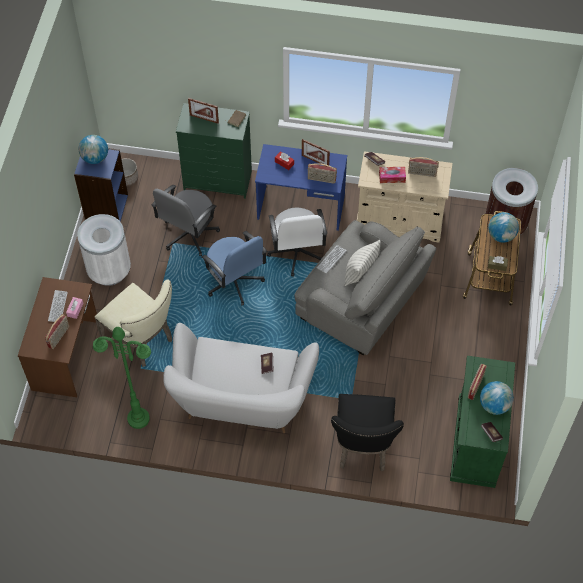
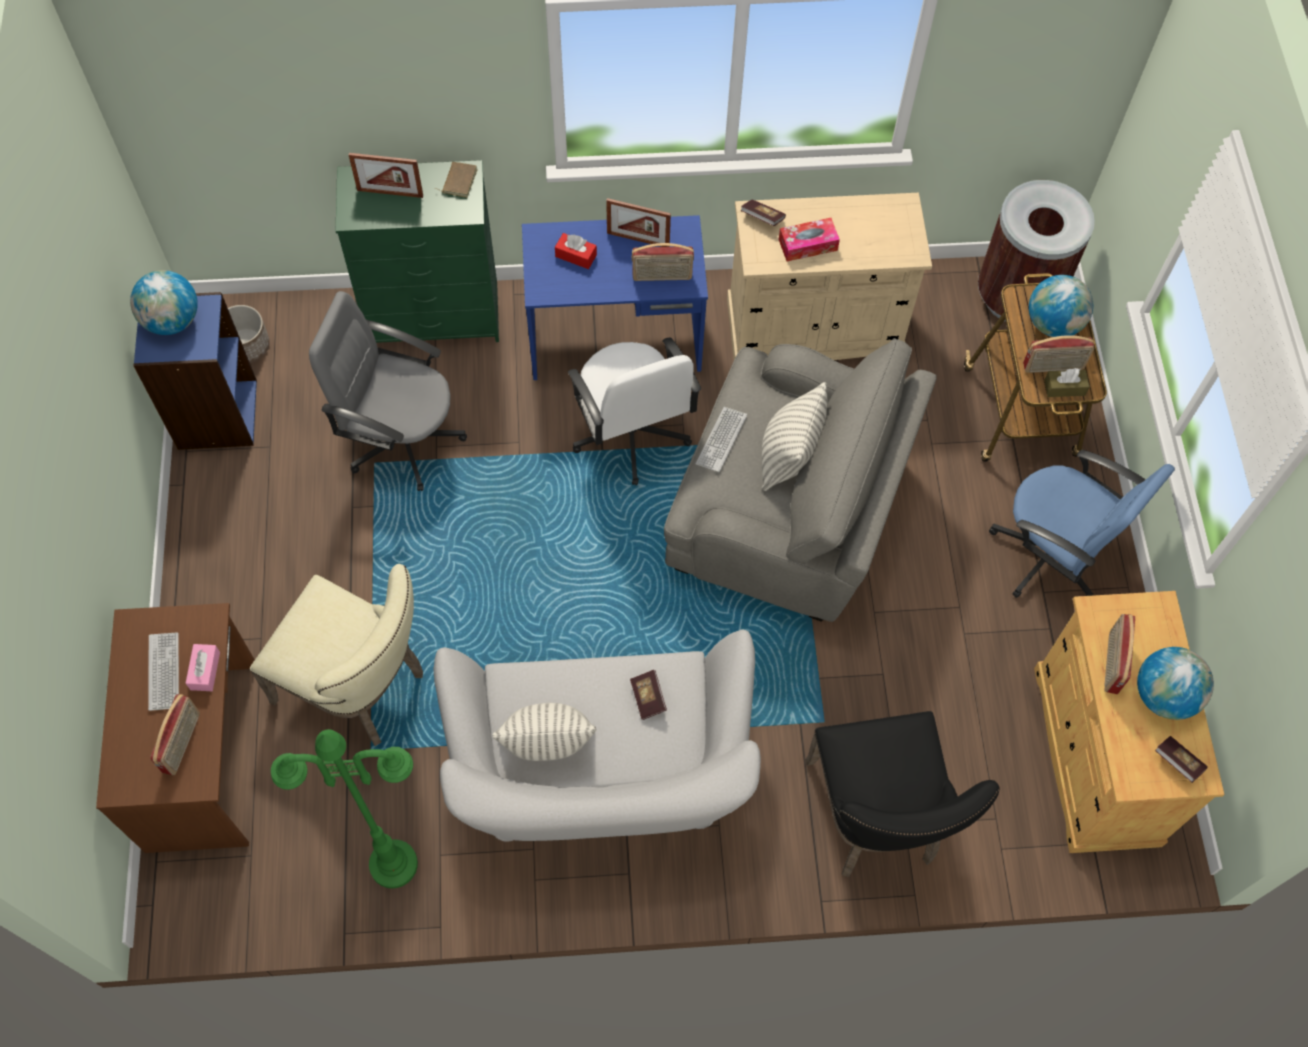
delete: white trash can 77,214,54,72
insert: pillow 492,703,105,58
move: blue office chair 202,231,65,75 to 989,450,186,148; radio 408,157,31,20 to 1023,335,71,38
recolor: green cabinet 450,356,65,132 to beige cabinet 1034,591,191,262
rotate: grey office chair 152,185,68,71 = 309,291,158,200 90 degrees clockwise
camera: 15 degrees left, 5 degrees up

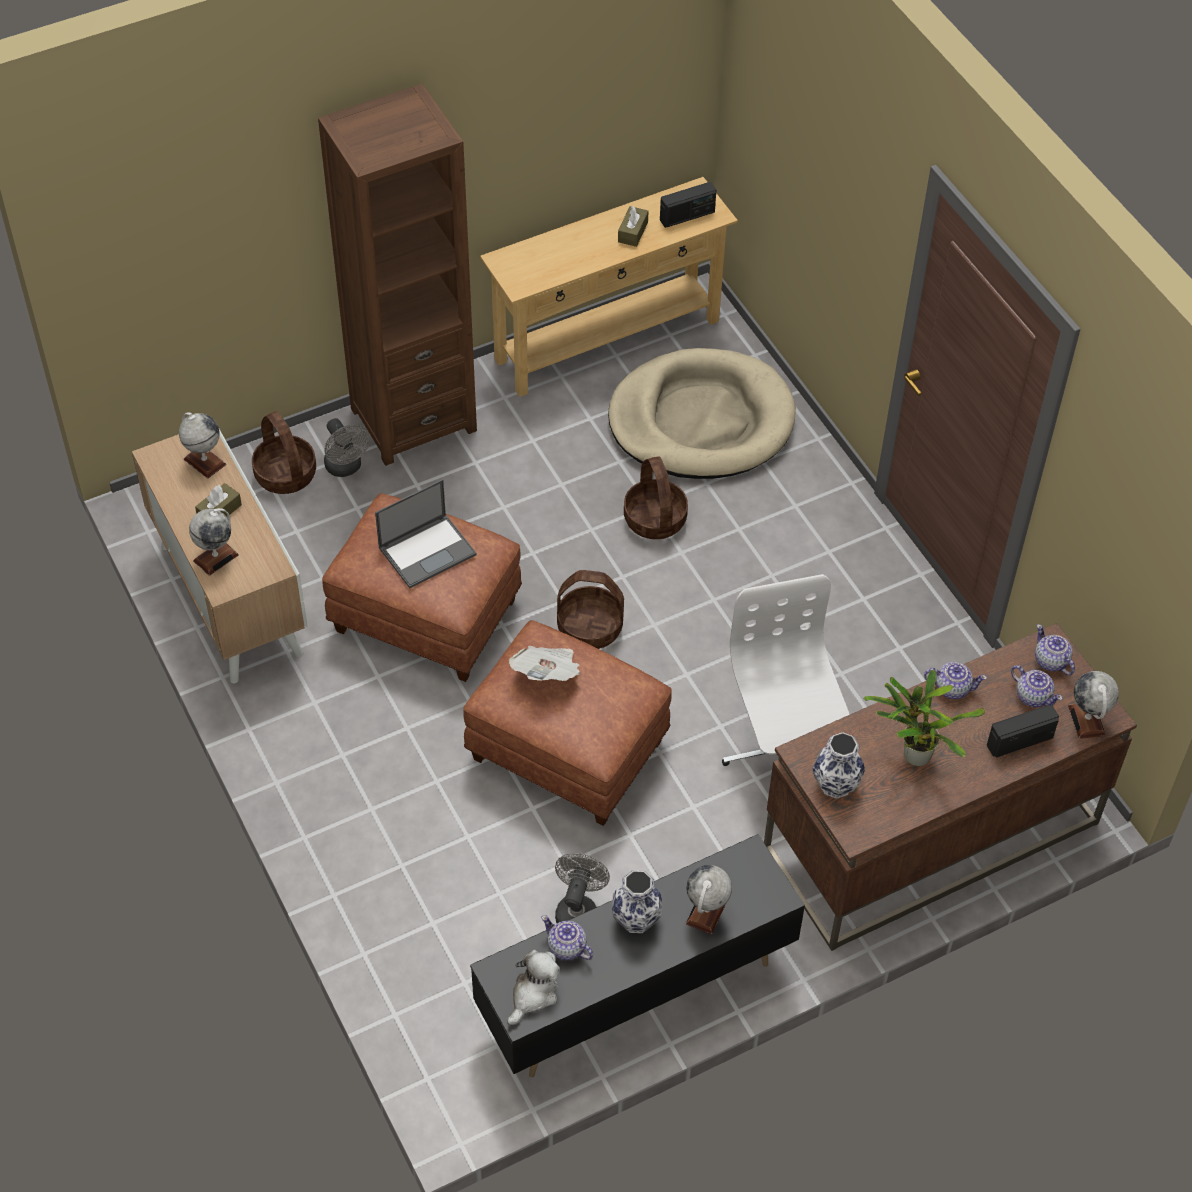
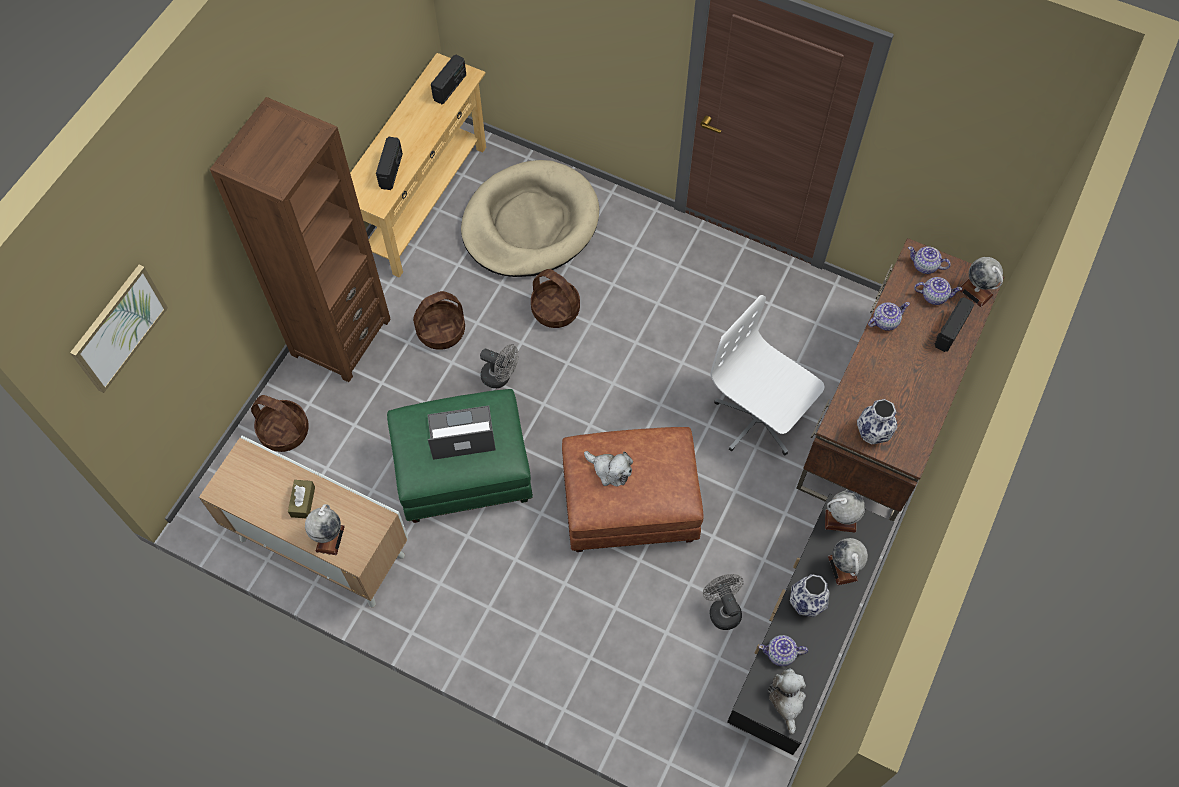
delete: brown tissue box 618,206,31,41; potted plant 863,669,122,97
insert: picture 70,265,98,128; radio 376,137,27,53
move: basket 557,570,67,79 to 413,291,52,59; grey fan 324,418,46,59 to 480,344,38,44; globe 179,412,47,66 to 825,490,40,43
replace: newspaper 509,646,71,35 to plush toy 584,451,49,36
recolor: brown ottoman 322,493,200,189 to green ottoman 387,389,146,134
rotate: laptop 375,479,102,109 = 427,405,69,55 120 degrees counterclockwise
camera: 35 degrees left, 10 degrees up

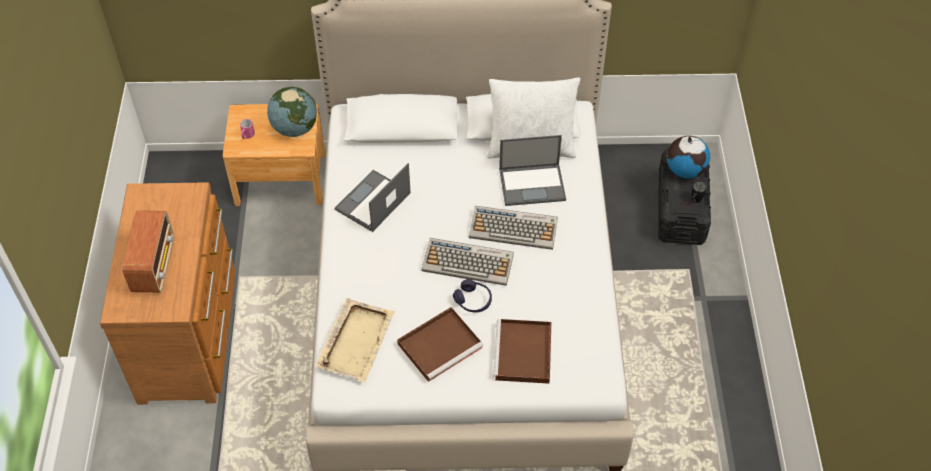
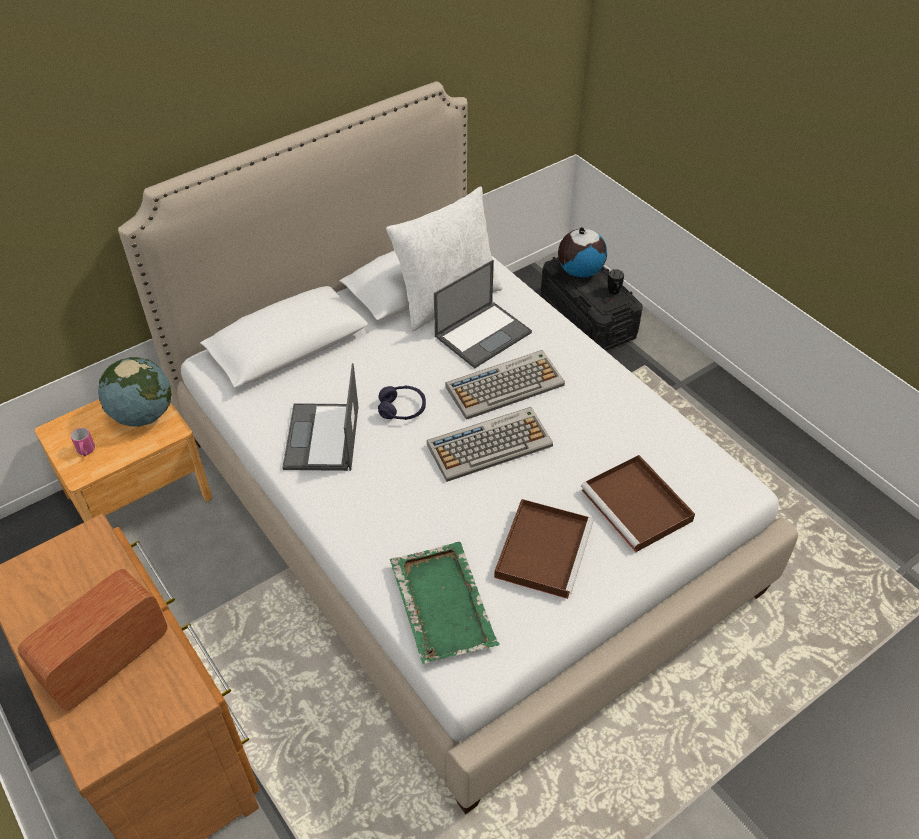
move: purple headphones 453,279,39,33 to 378,385,48,35
recolor: beige tray 315,298,79,85 to green tray 390,542,110,122
rotate: radio 122,210,52,83 = 17,569,150,142 105 degrees counterclockwise
camera: 35 degrees left, 5 degrees down

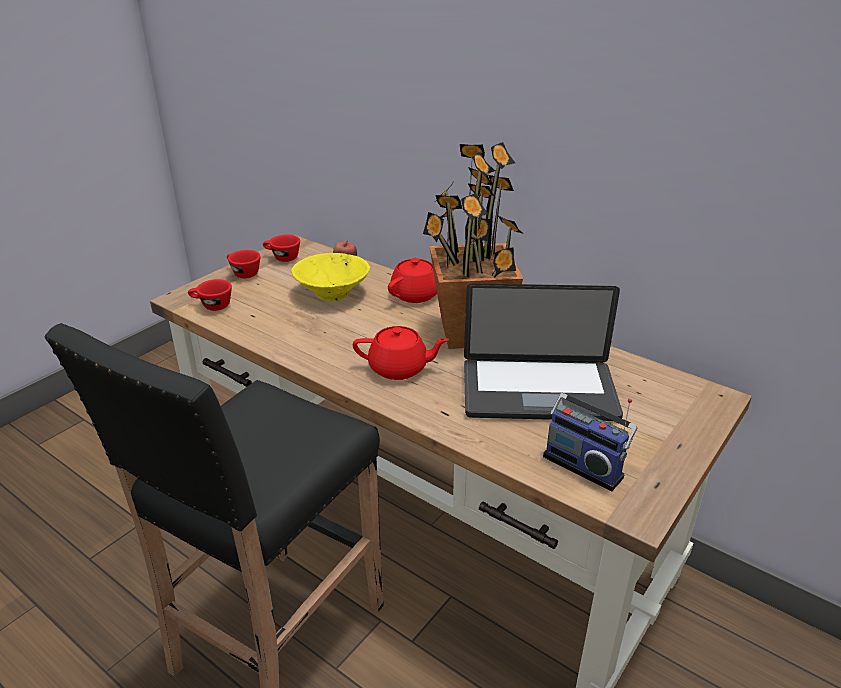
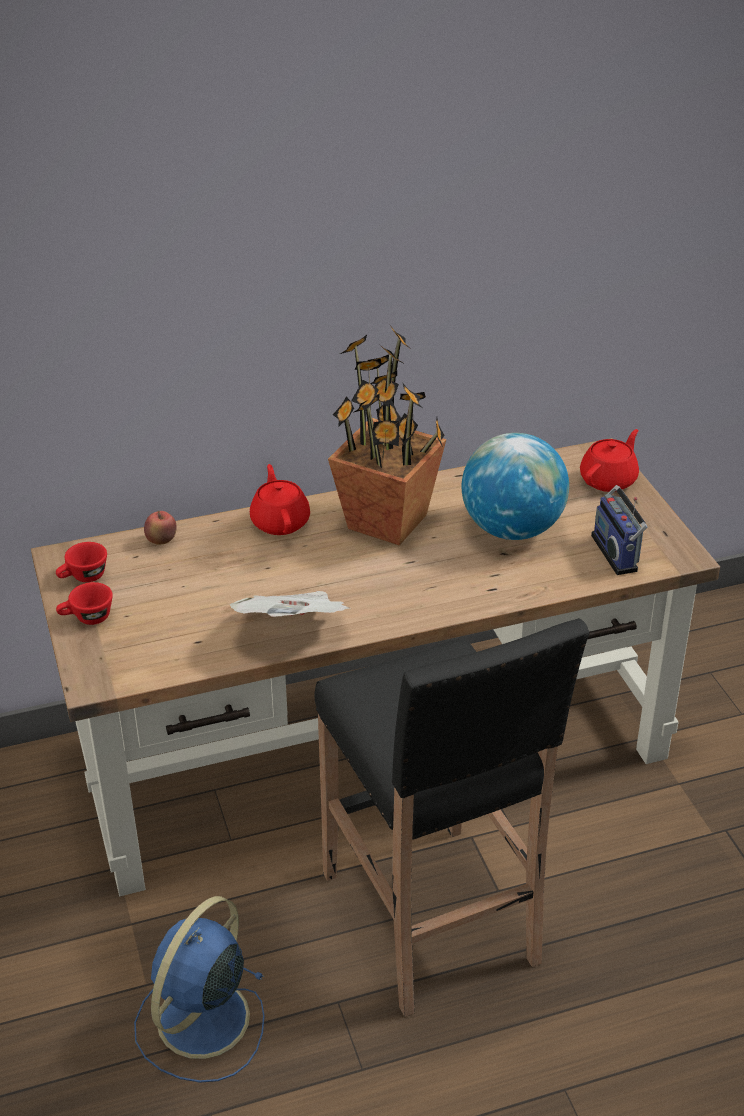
delete: red cup 188,279,44,32; yellow bowl 291,253,79,48
insert: blue fan 134,896,131,187; newspaper 230,591,120,26
move: red teapot 353,326,96,54 to 580,429,59,63
replace: laptop 464,283,159,138 to globe 462,433,107,107
rotate: radio 543,393,94,99 = 591,485,56,90 90 degrees clockwise
camera: 55 degrees left, 5 degrees up

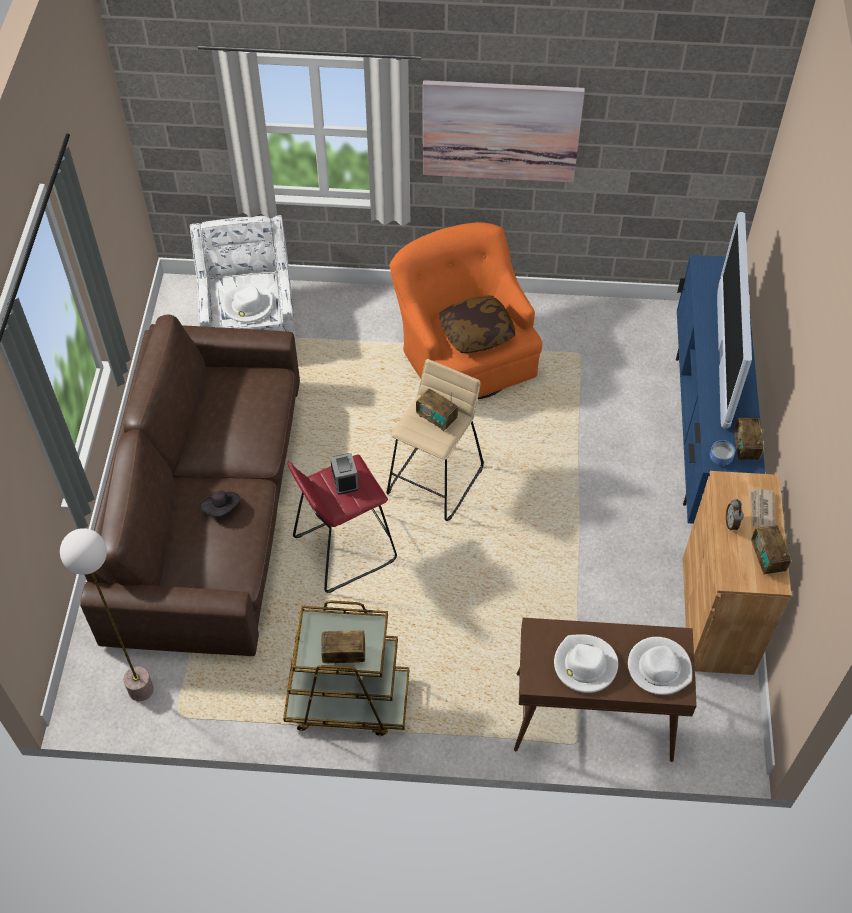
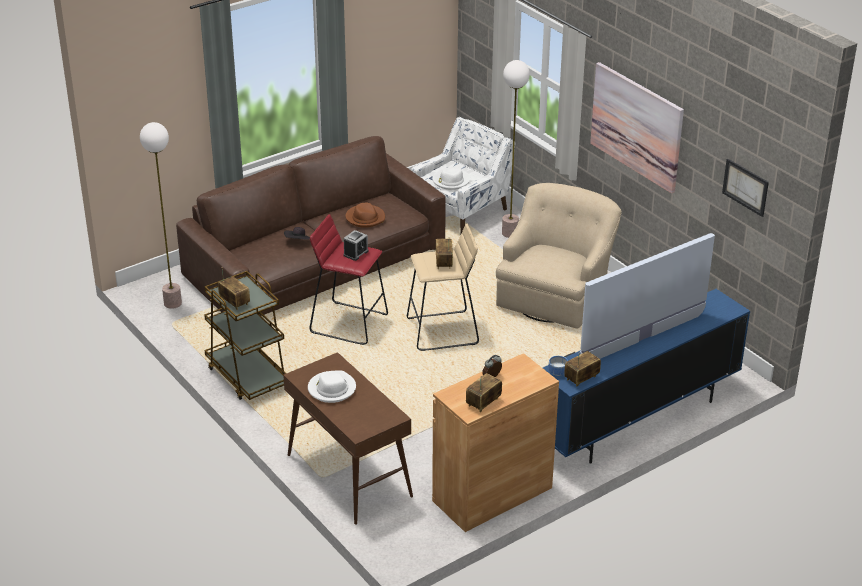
delete: pillow 439,296,76,57; white hat 628,637,64,58; newspaper 750,489,25,38
insert: brown hat 345,203,40,25; floor lamp 502,60,28,178; picture 722,159,47,58
recolor: orange armchair 390,222,152,177 to beige armchair 496,183,126,146
camera: 50 degrees right, 20 degrees down

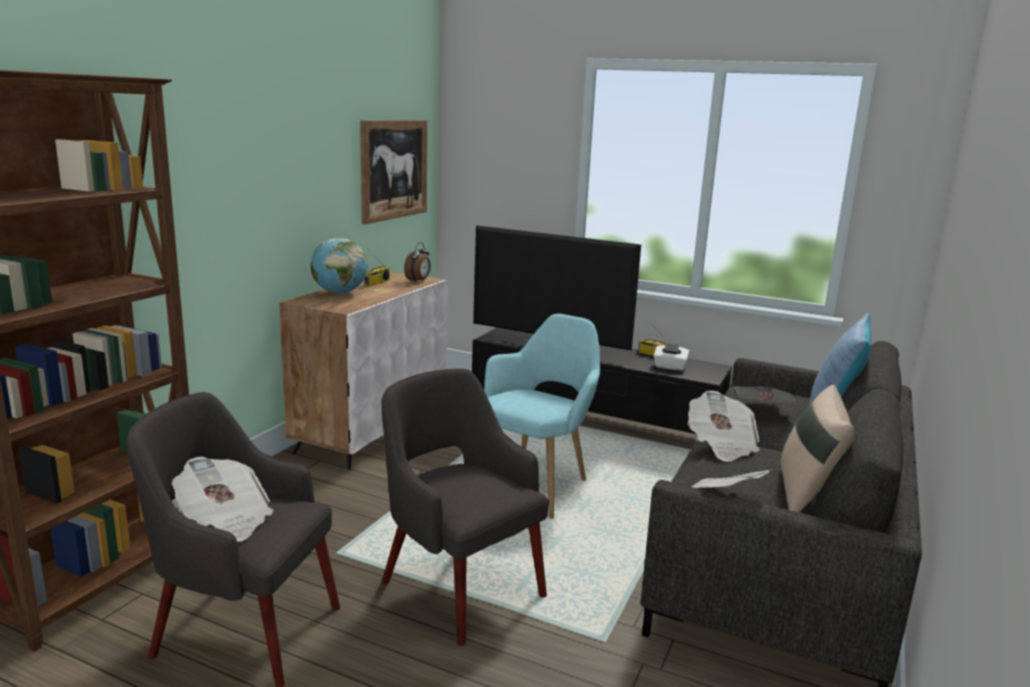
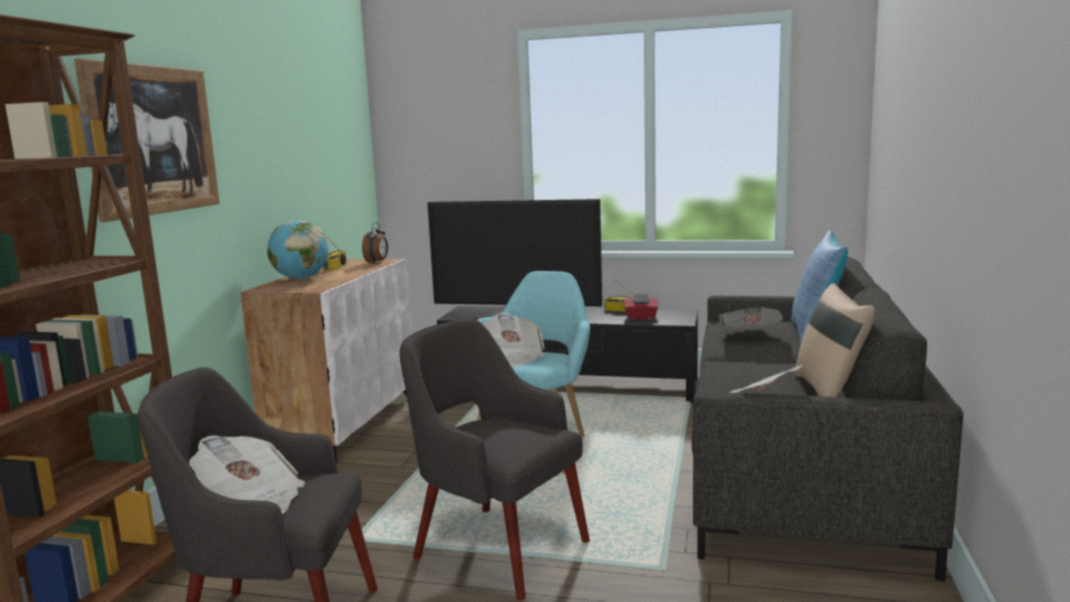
move: picture 360,120,67,104 to 74,58,146,164; newspaper 687,391,73,71 to 483,313,62,54
recolor: white tissue box 654,343,36,28 to red tissue box 625,294,33,26
camera: 10 degrees left, 5 degrees down

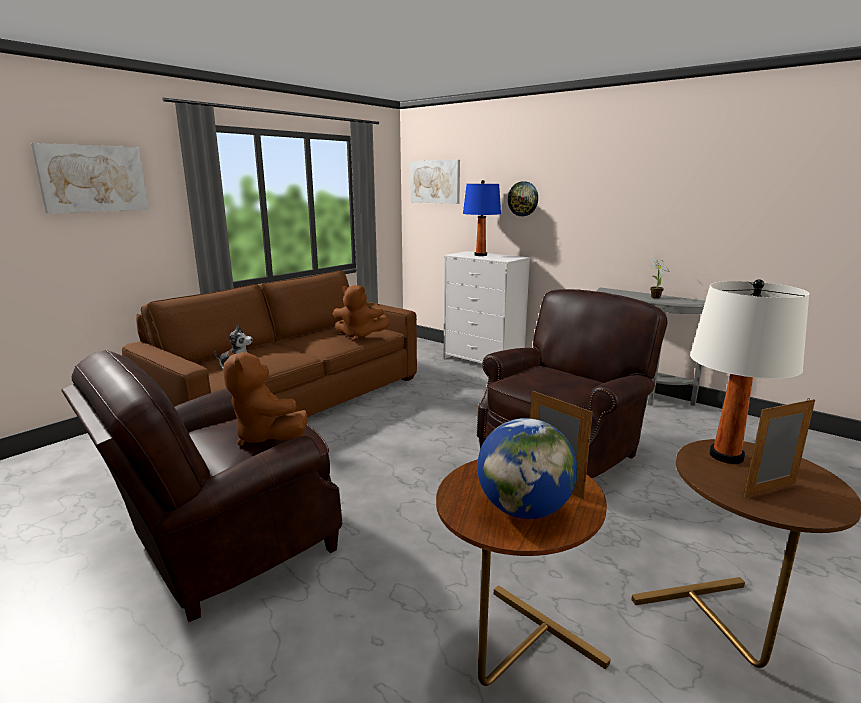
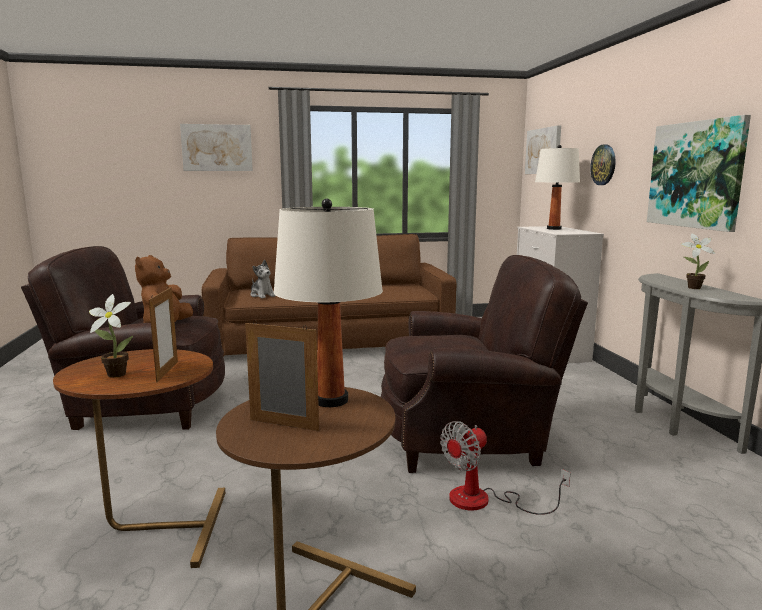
delete: brown plush toy 333,285,57,55
insert: fan 440,421,130,94; picture 647,115,104,117
replace: globe 477,418,101,101 to potted plant 89,294,44,84
recolor: blue table lamp 463,180,38,76 to white table lamp 535,145,45,85
camera: 40 degrees right, 5 degrees down

